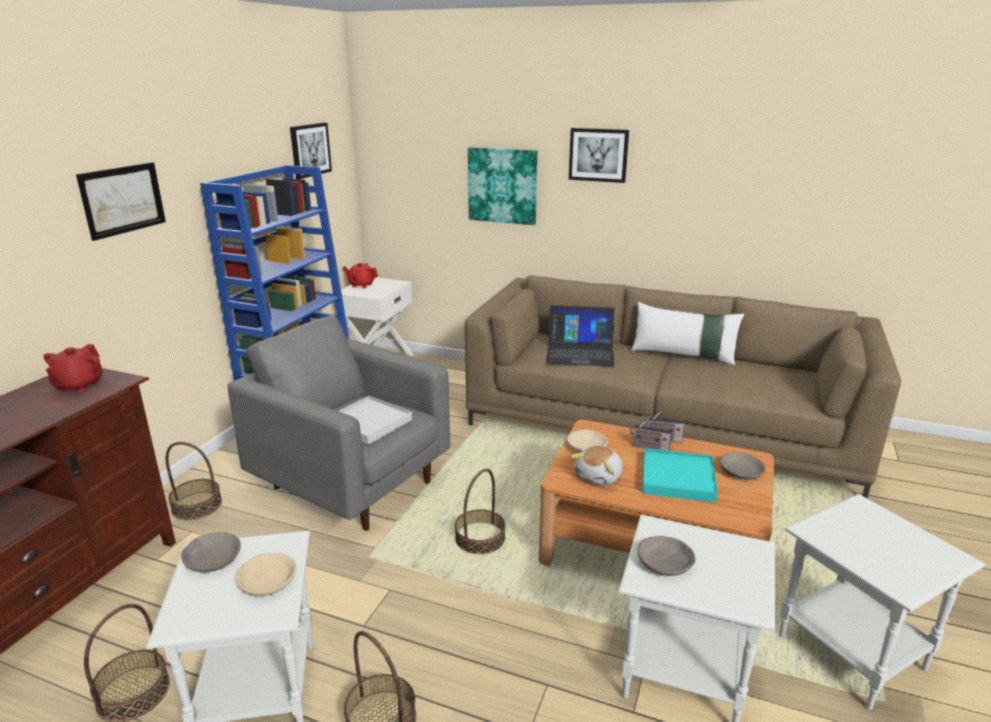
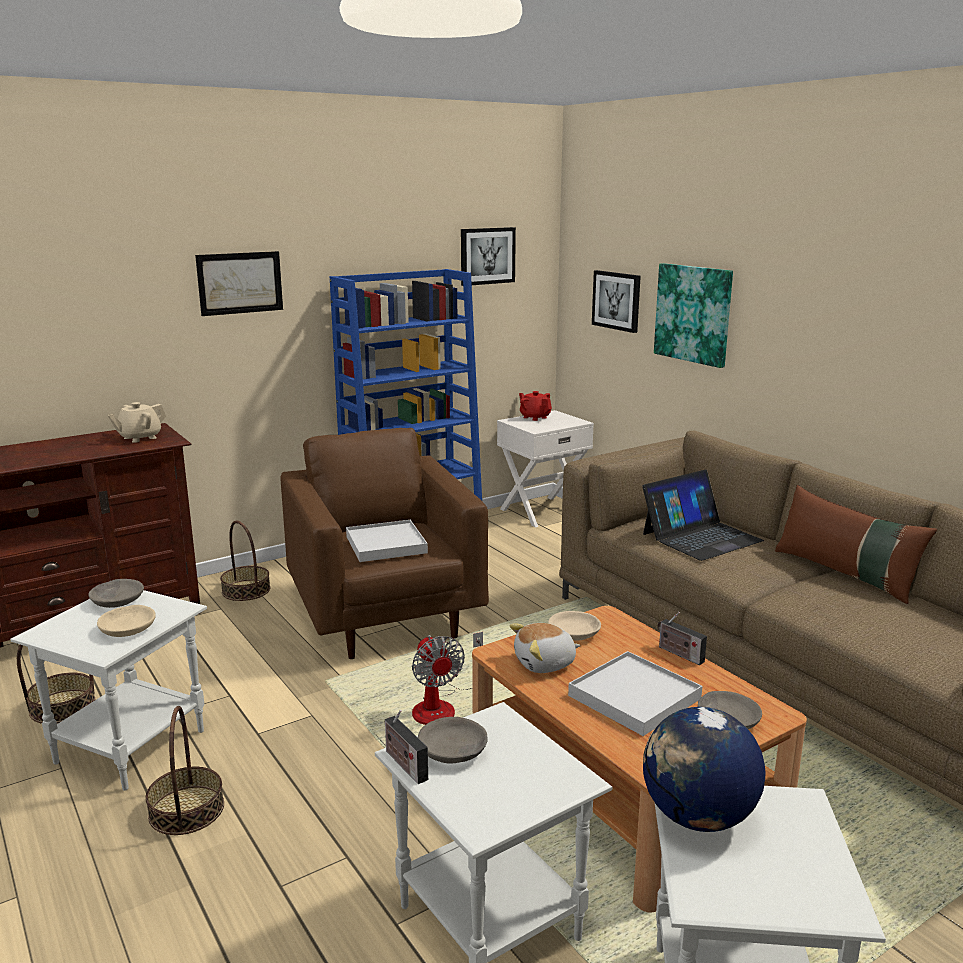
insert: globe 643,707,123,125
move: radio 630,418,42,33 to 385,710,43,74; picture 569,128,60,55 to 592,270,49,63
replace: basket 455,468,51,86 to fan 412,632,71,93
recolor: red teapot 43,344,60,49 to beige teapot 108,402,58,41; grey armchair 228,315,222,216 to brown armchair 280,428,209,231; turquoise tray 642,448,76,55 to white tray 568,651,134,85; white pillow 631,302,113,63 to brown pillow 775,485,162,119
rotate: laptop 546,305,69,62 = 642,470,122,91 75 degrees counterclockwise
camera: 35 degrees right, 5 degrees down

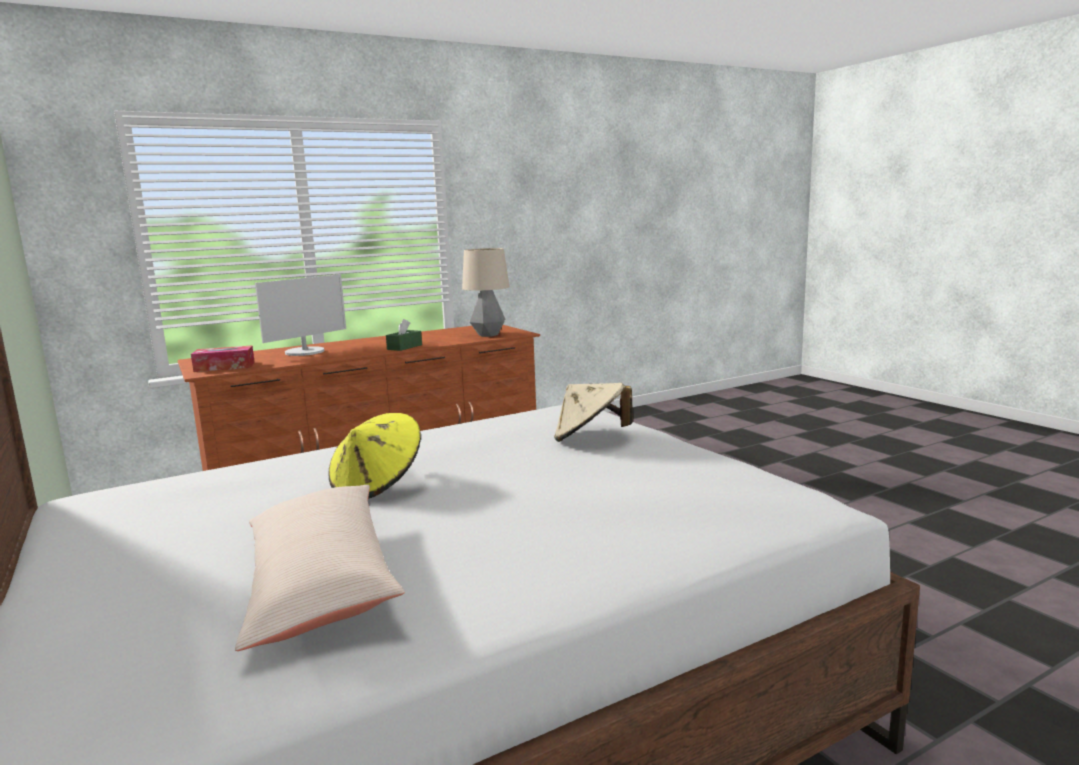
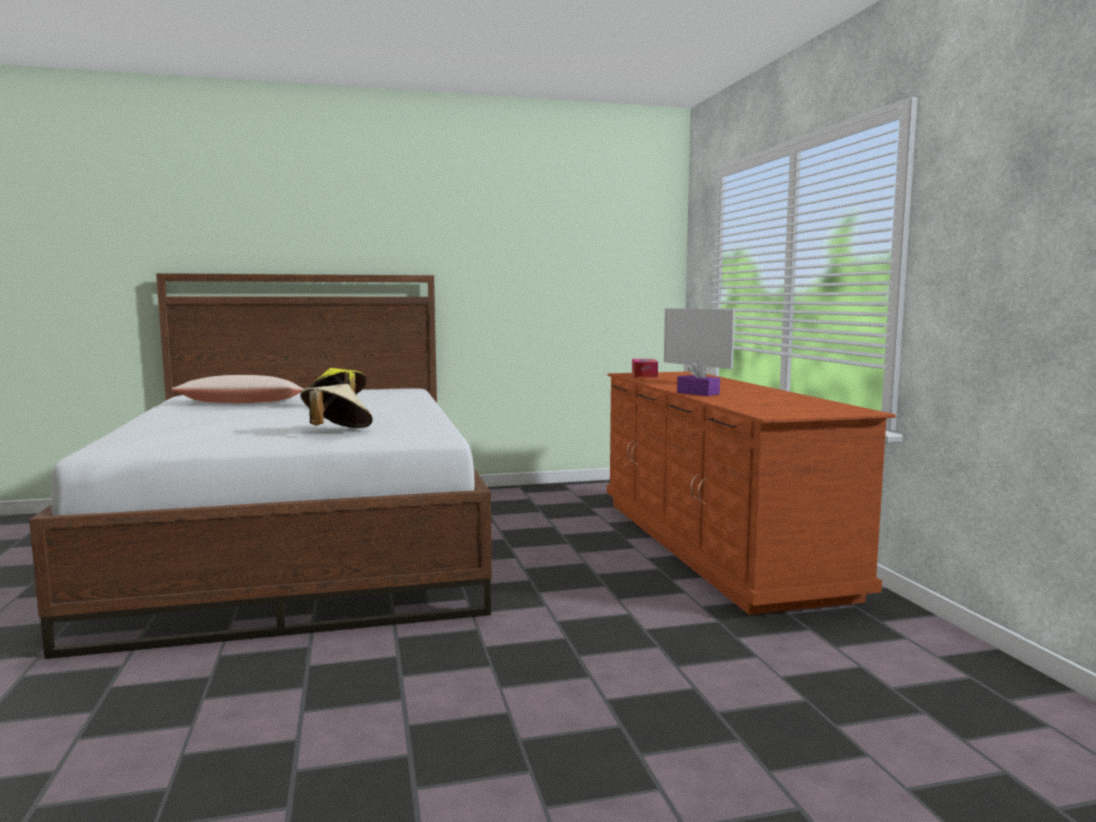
delete: table lamp 462,248,48,89
recolor: green tissue box 386,319,36,32 to purple tissue box 677,361,43,35
camera: 105 degrees right, 5 degrees down

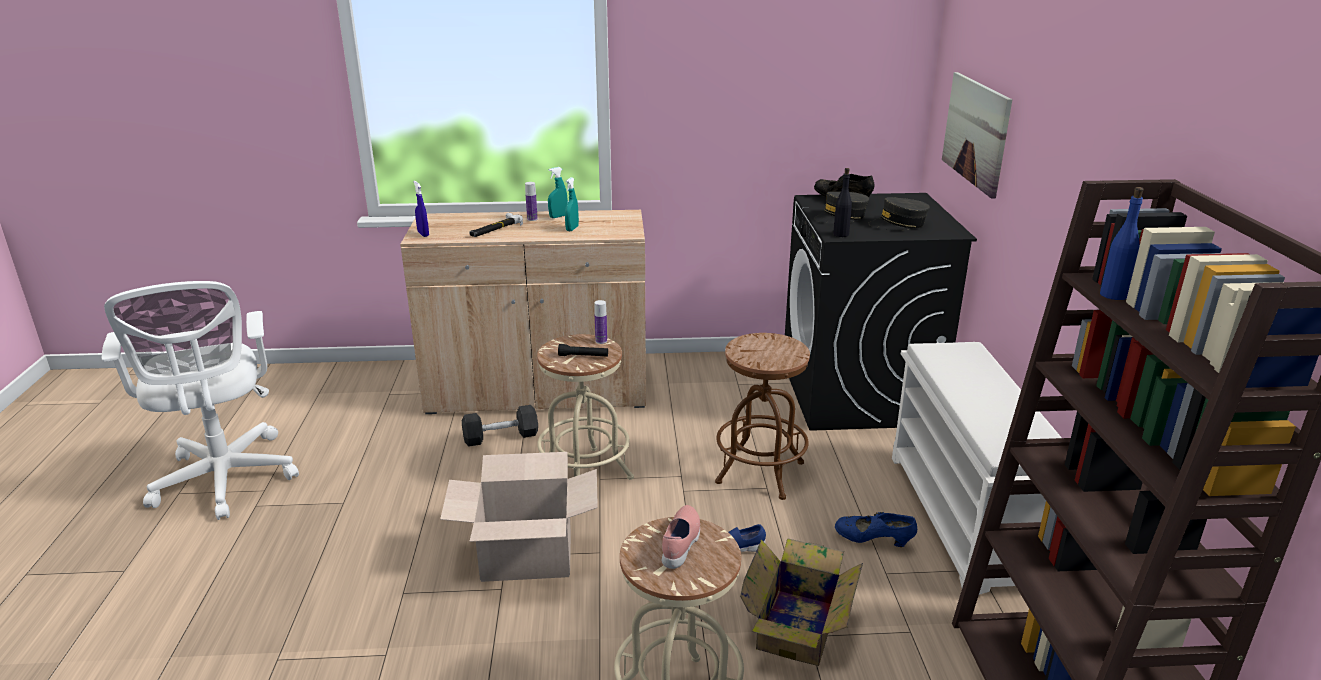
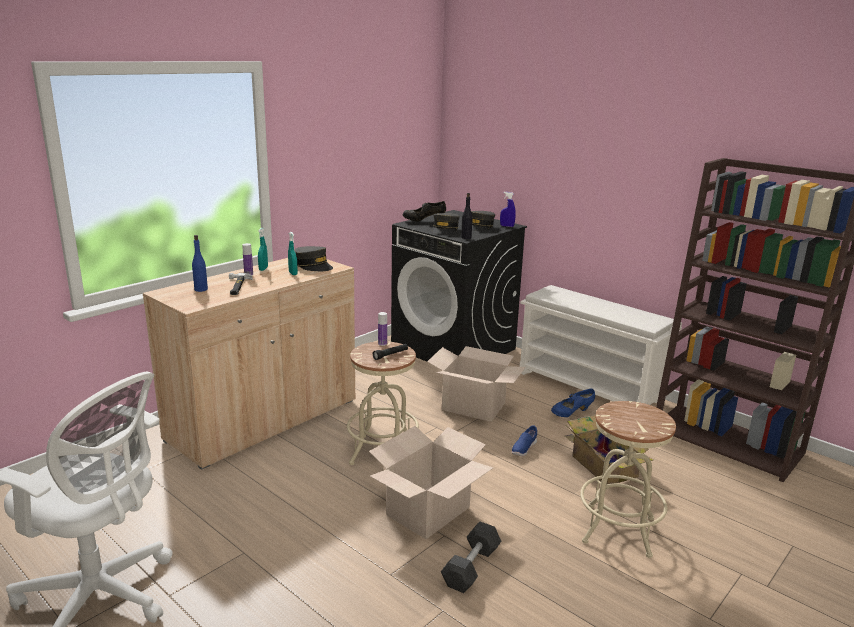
delete: pink shoe 662,505,38,64; picture 942,72,71,126
insert: grey cap 294,246,39,25
move: blue bottle 1100,187,44,113 to 192,235,16,57; grey dumbbell 462,405,76,42 to 441,521,60,72; blue spray bottle 413,181,16,56 to 500,192,16,35
replace: brown stool 715,333,95,167 to cardboard box 427,346,99,76
camera: 45 degrees left, 5 degrees down

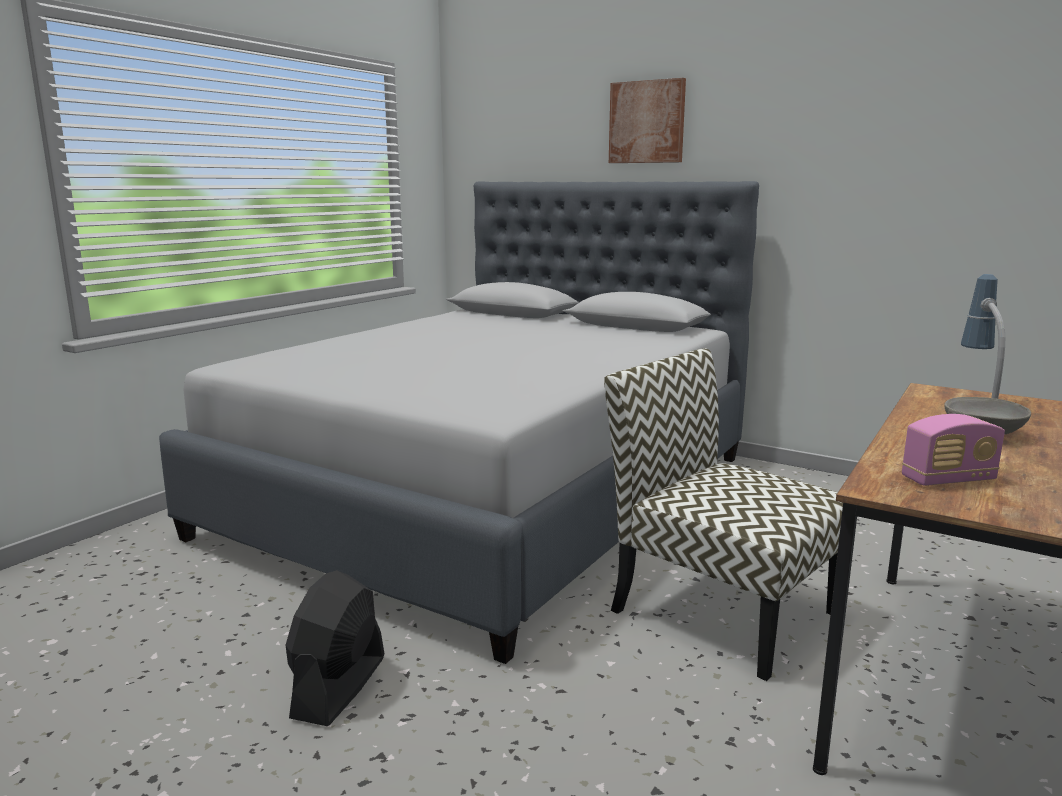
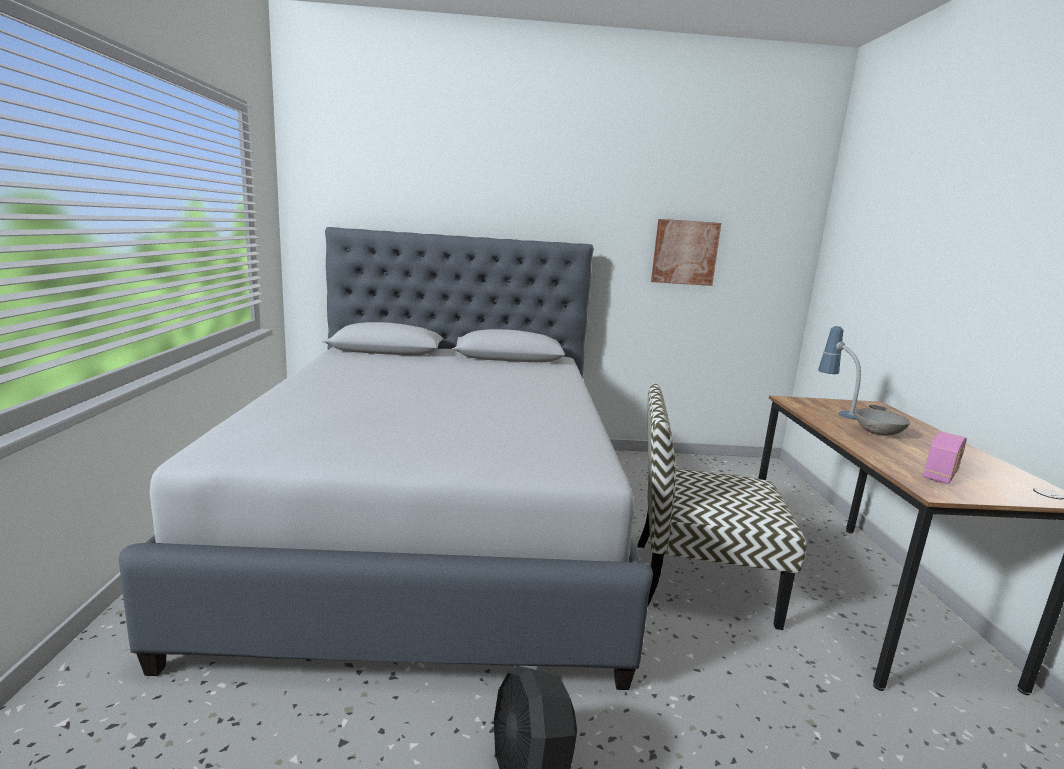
move: picture 609,78,77,85 to 651,219,70,67
camera: 35 degrees left, 0 degrees up

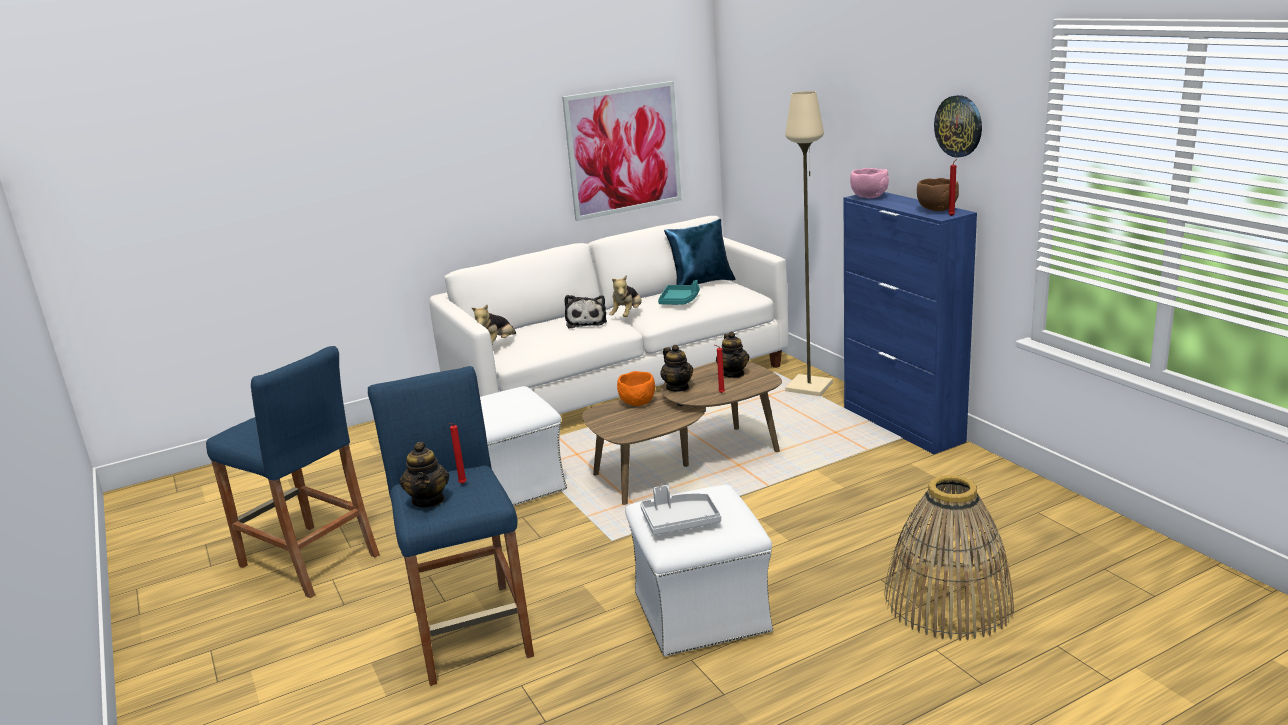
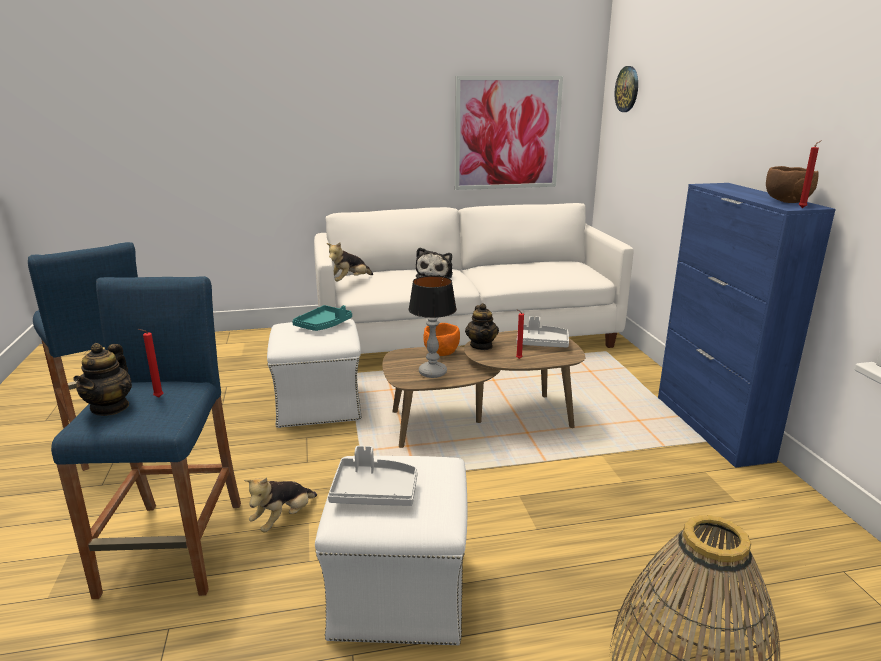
delete: blue pillow 664,219,72,66; beige floor lamp 785,91,48,305; pink bowl 850,168,39,30
insert: table lamp 408,276,49,102
move: plush toy 609,275,33,42 to 244,478,73,55; turquoise tray 658,280,42,25 to 292,305,60,26; wall clock 934,95,48,63 to 615,66,23,46
replace: teapot 716,332,34,46 to grey tray 517,316,52,31
camera: 15 degrees right, 0 degrees up

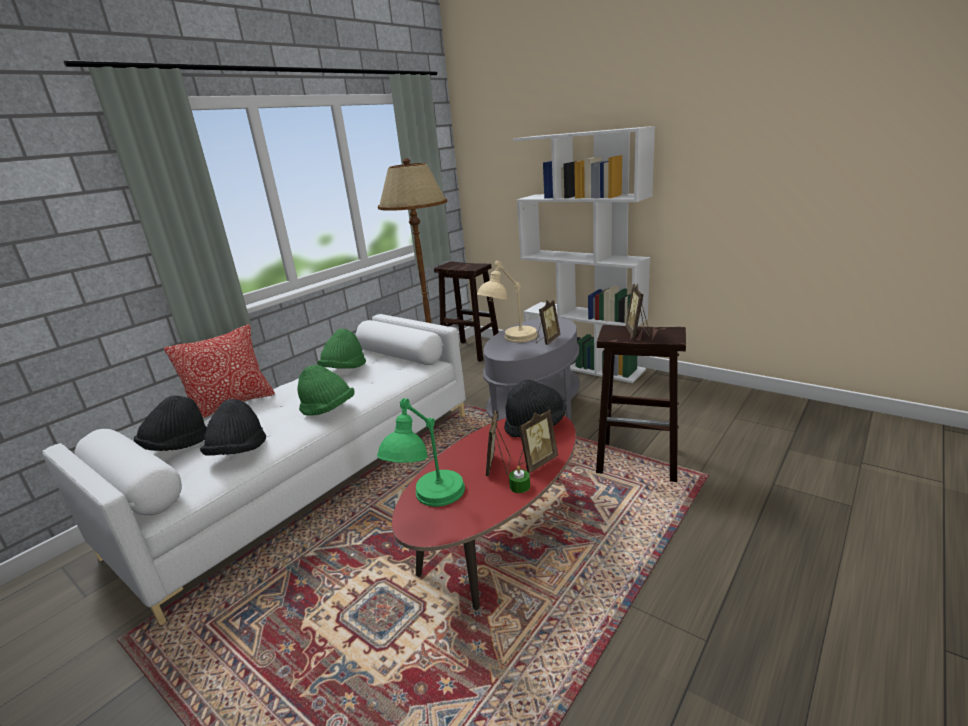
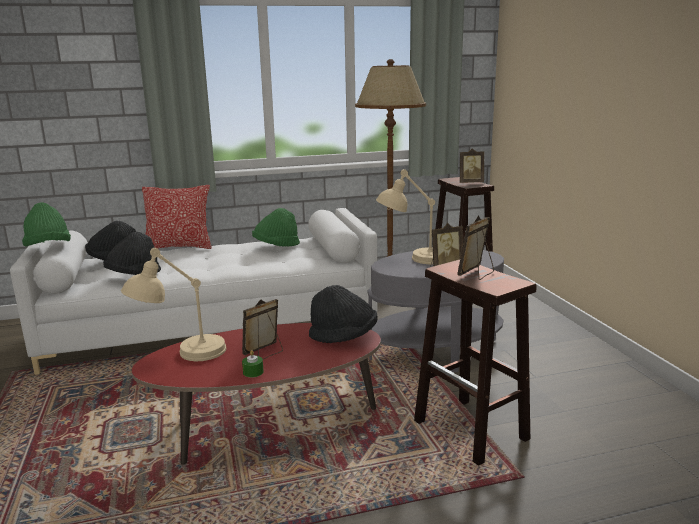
delete: white bookcase 513,126,142,257
move: green hat 297,365,57,51 to 22,202,49,44; picture frame 519,410,39,63 to 460,148,24,35
recolor: green table lamp 377,398,88,109 to beige table lamp 121,248,105,113
camera: 35 degrees right, 5 degrees down

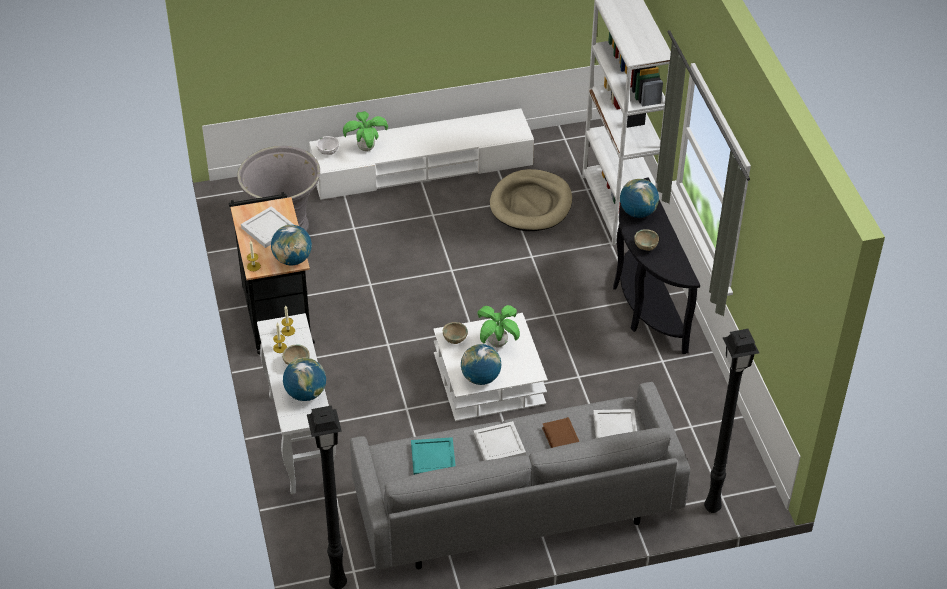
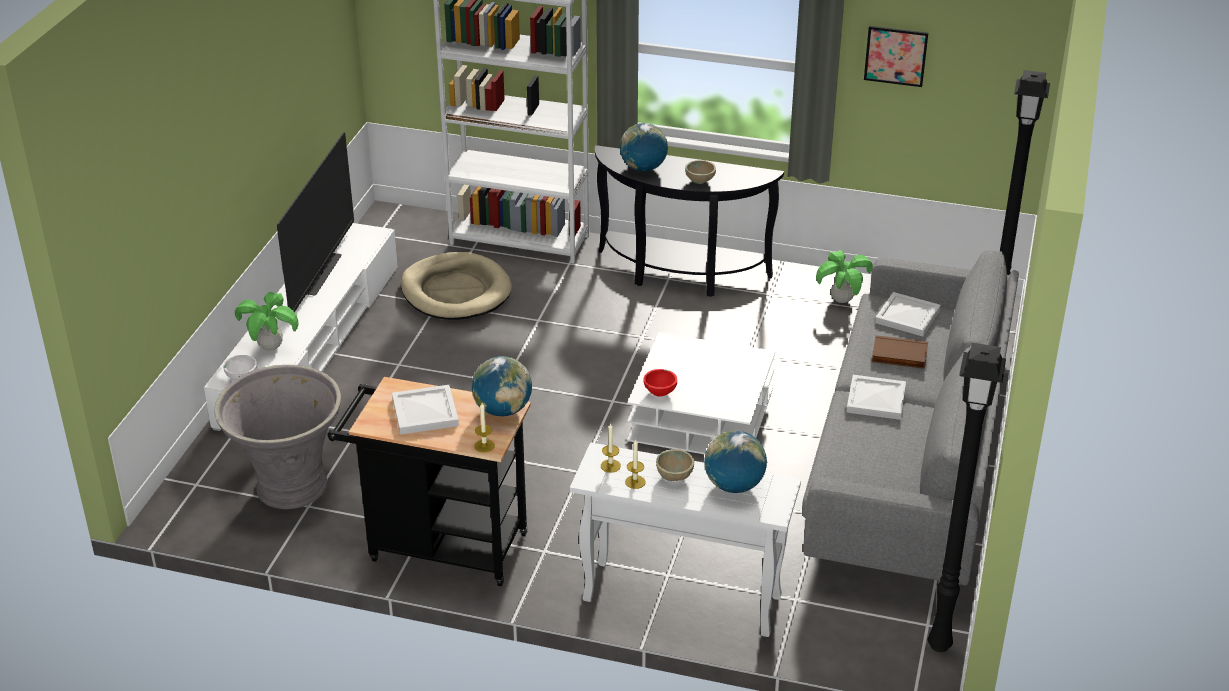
delete: turquoise tray 411,437,45,38; globe 461,344,40,41
insert: television 277,132,77,180; picture 864,26,64,61
move: potted plant 477,305,43,43 to 816,251,57,52
recolor: beige bowl 443,322,25,22 to red bowl 643,369,34,28
camera: 60 degrees left, 10 degrees down

